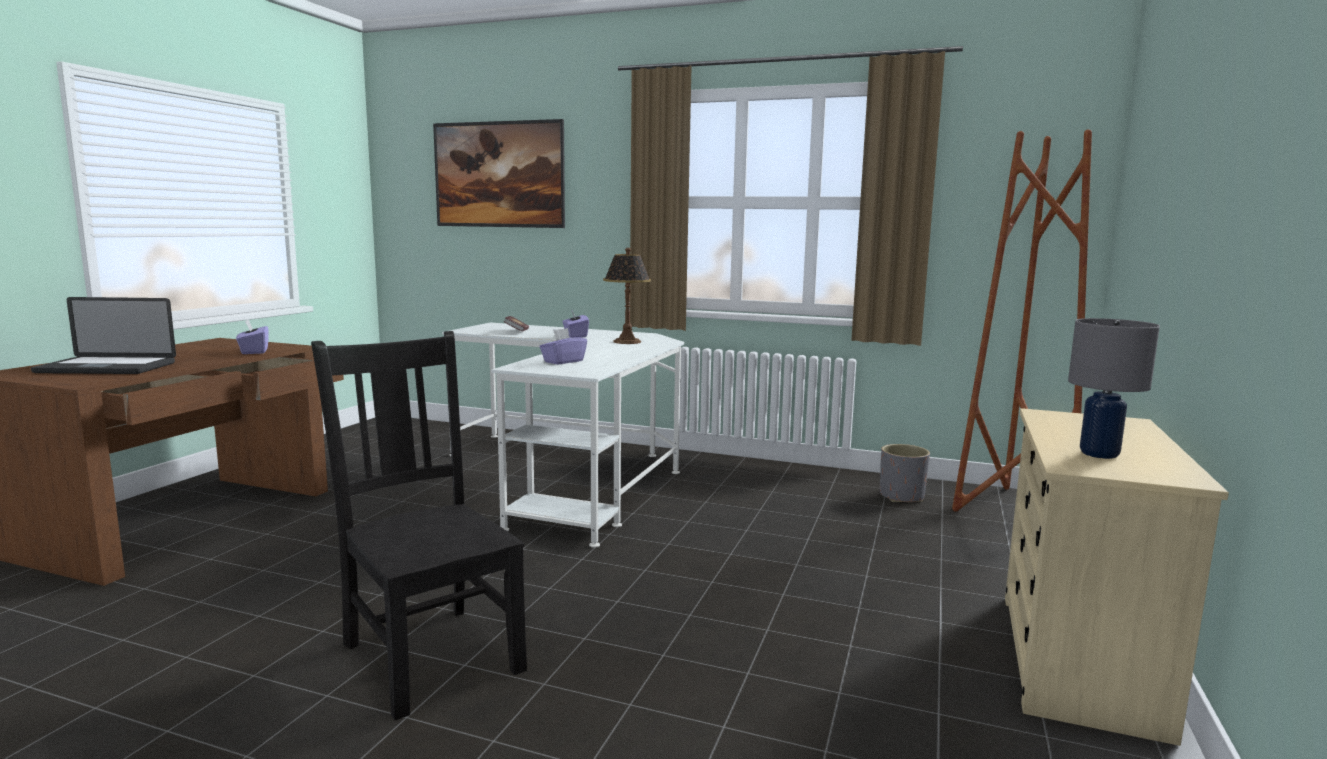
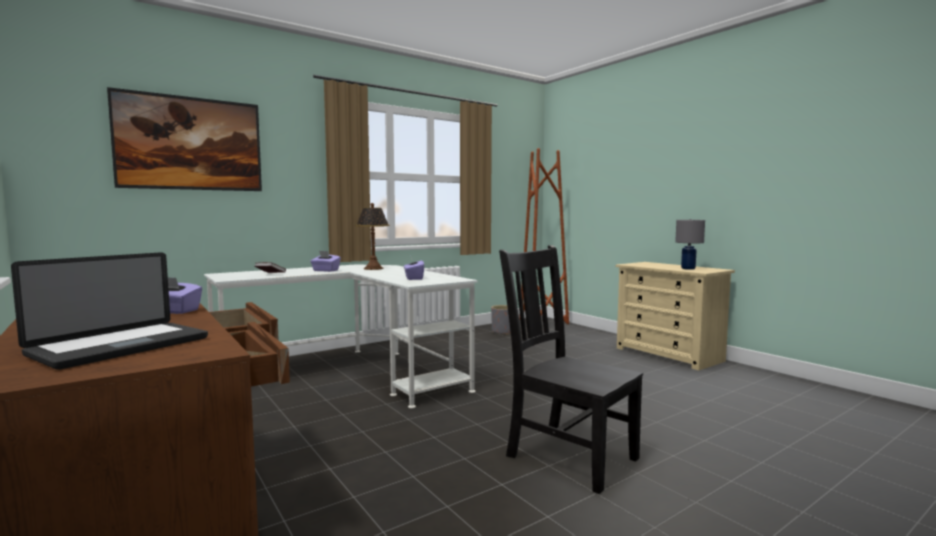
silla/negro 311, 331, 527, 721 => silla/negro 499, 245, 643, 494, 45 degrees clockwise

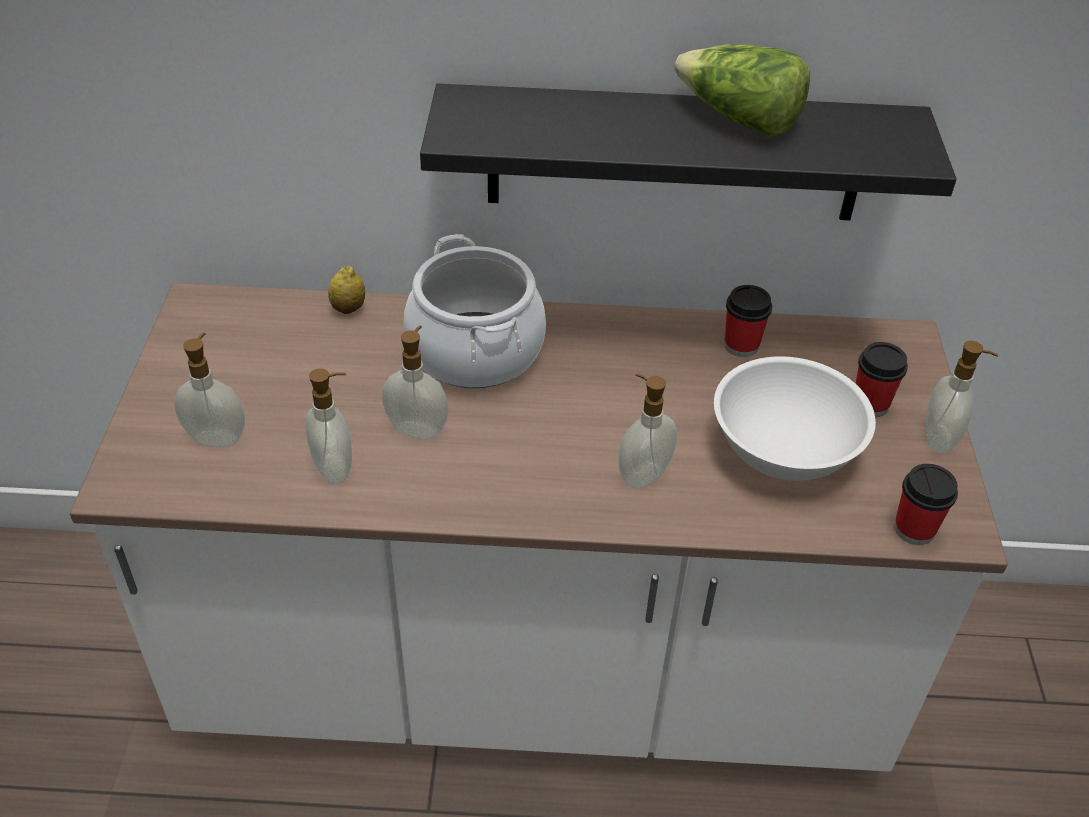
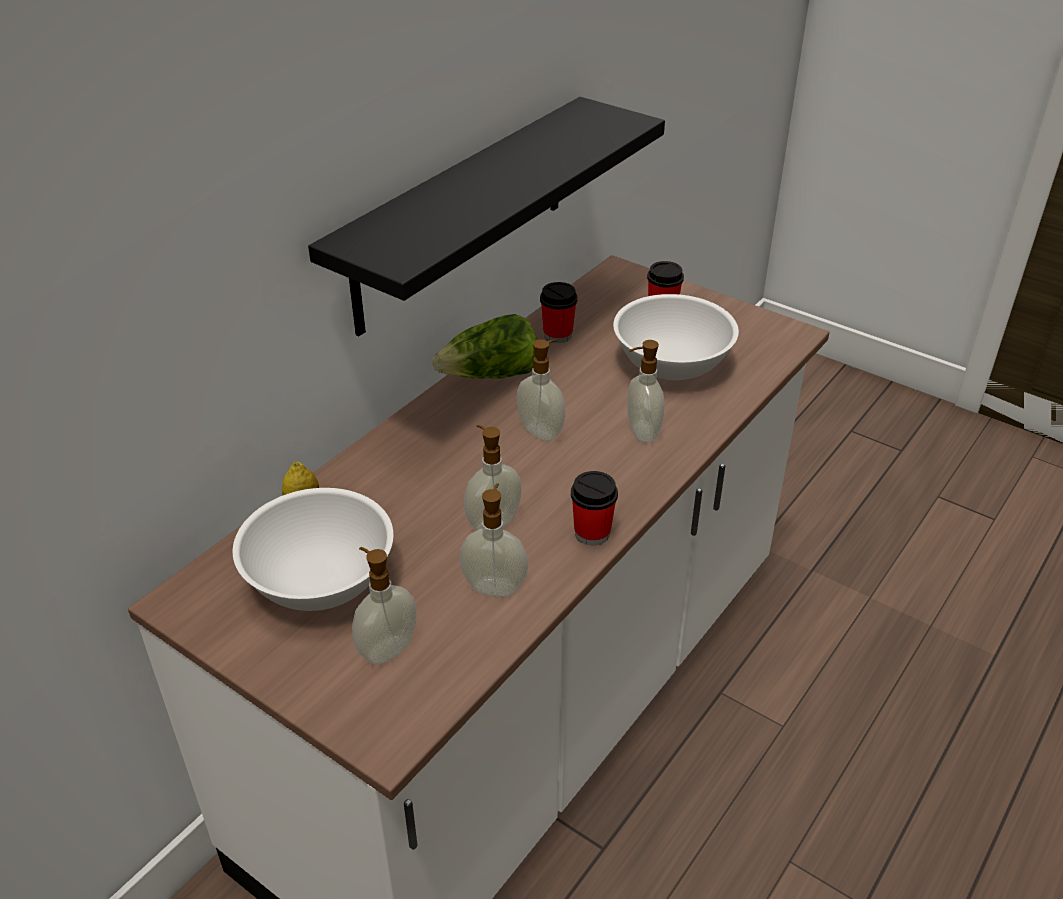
olla 404, 234, 546, 388 => nothing
nothing => cuenco/blanco 233, 488, 393, 611
lechuga 675, 44, 810, 137 => lechuga 433, 314, 537, 379, shifted
taza 894, 464, 958, 545 => taza 571, 471, 618, 545, shifted
dispensador de jabón 926, 341, 998, 453 => dispensador de jabón 517, 339, 565, 441, shifted

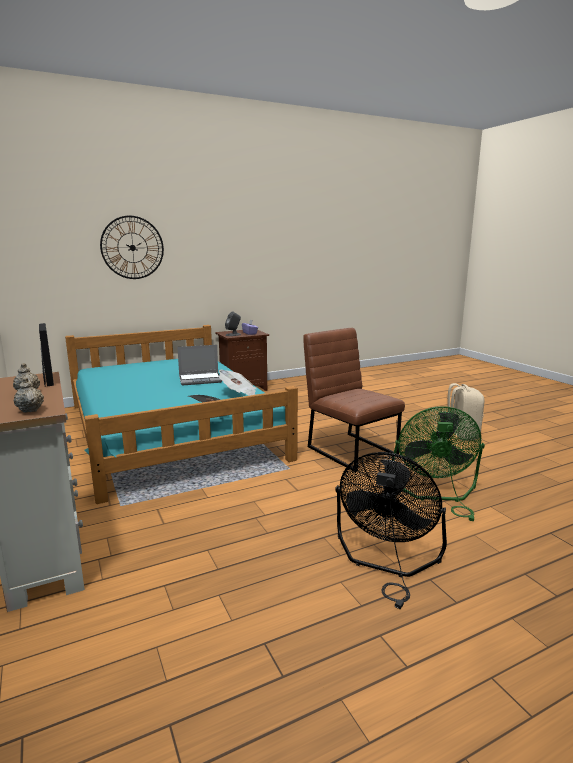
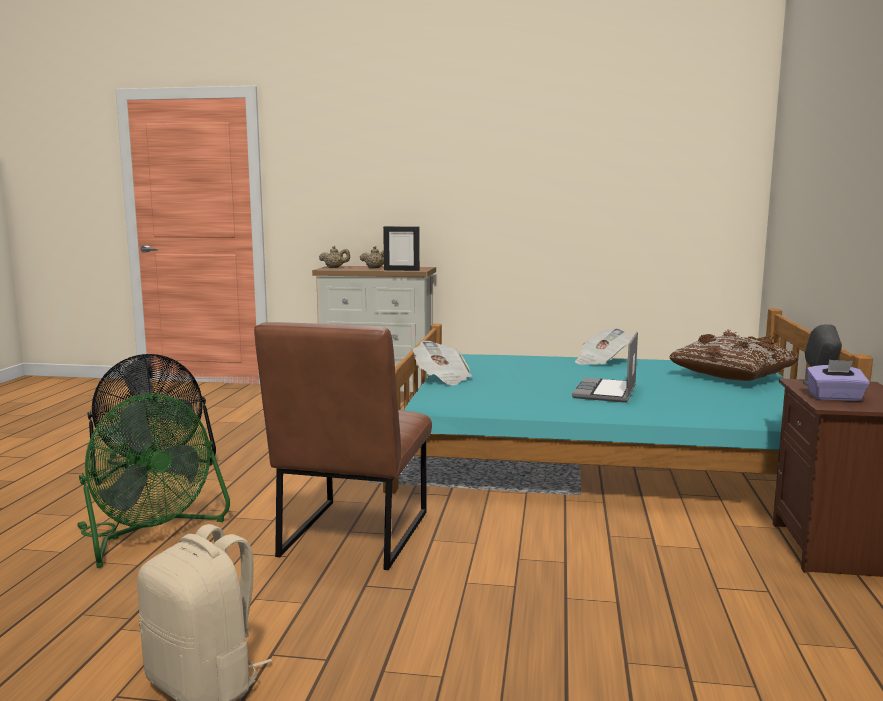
reloj de pared 100, 216, 164, 279 => nothing
nothing => cojín/marrón 670, 329, 798, 381
periódico 219, 370, 256, 396 => periódico 575, 328, 631, 365, shifted
silla/marrón 303, 328, 405, 472 => silla/marrón 254, 322, 432, 570, 105 degrees clockwise

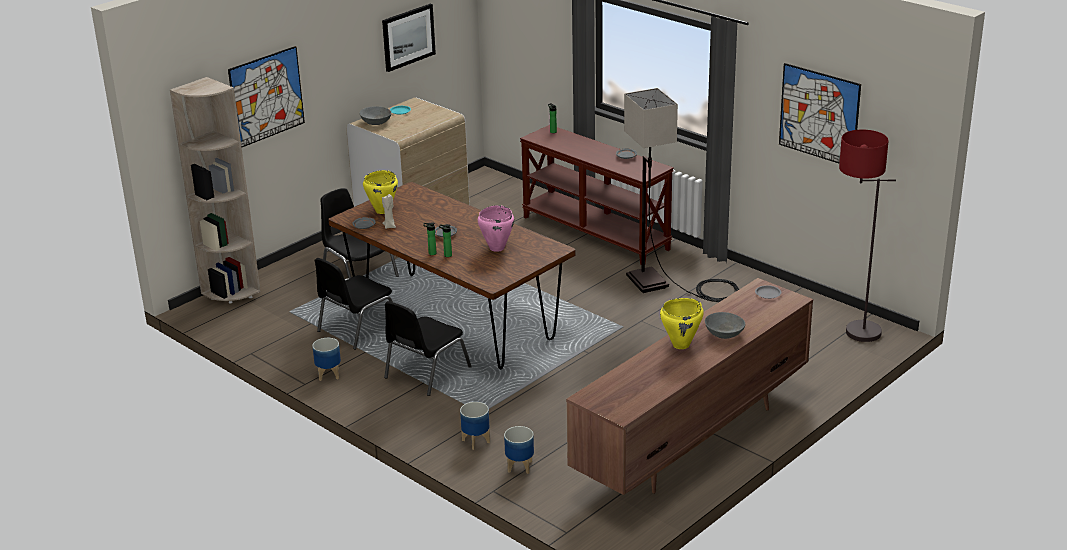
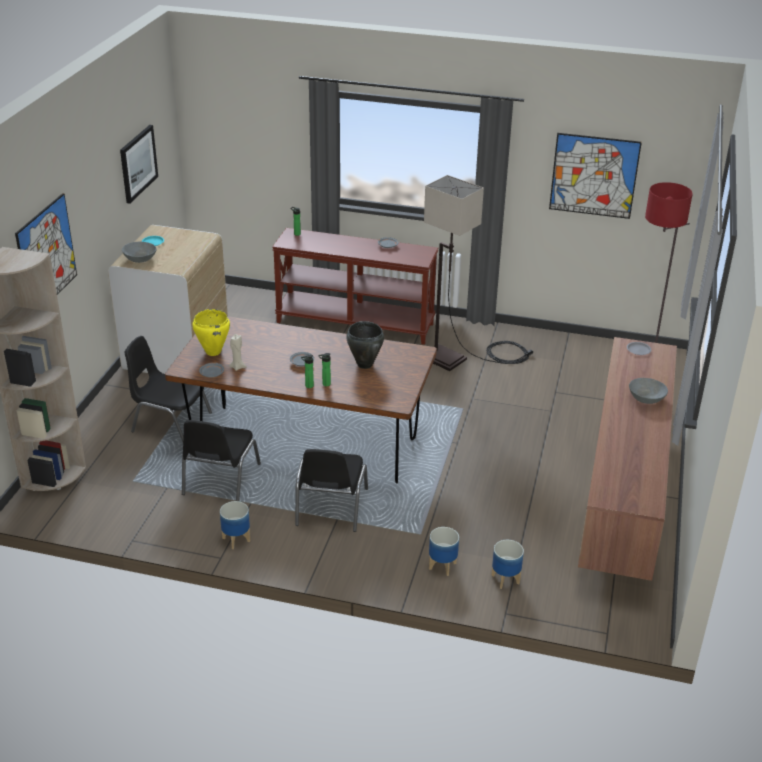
olla/amarillo 660, 298, 704, 349 => nothing
olla/rosa 478, 205, 514, 252 => olla/negro 346, 321, 384, 369

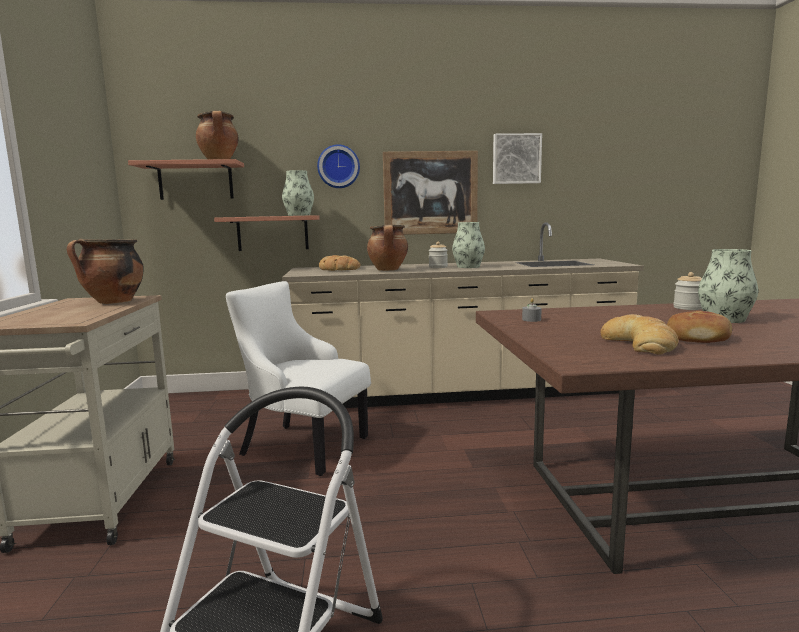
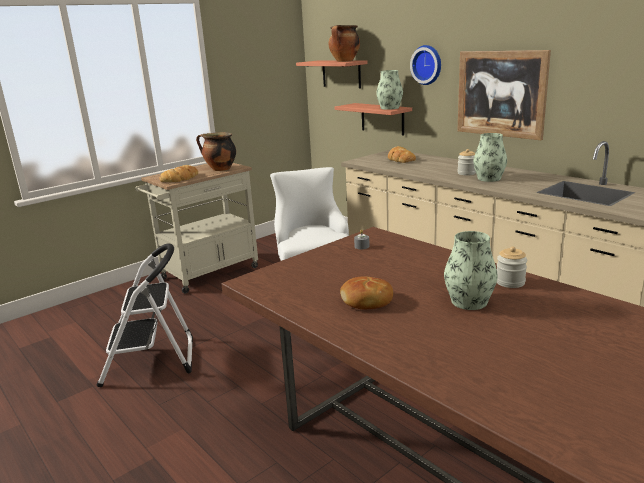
olla 367, 224, 408, 271 => nothing
cuadro 493, 133, 542, 184 => nothing
pan 600, 314, 679, 354 => pan 160, 165, 198, 182, shifted

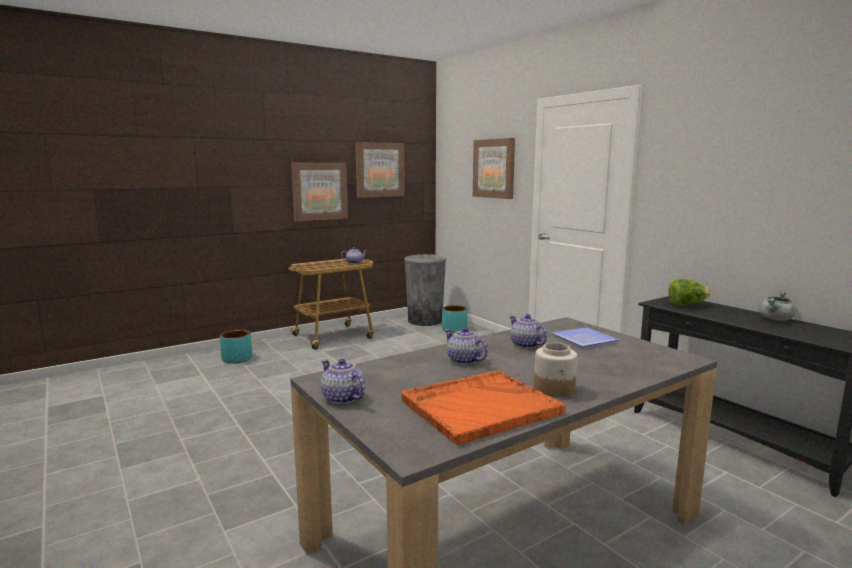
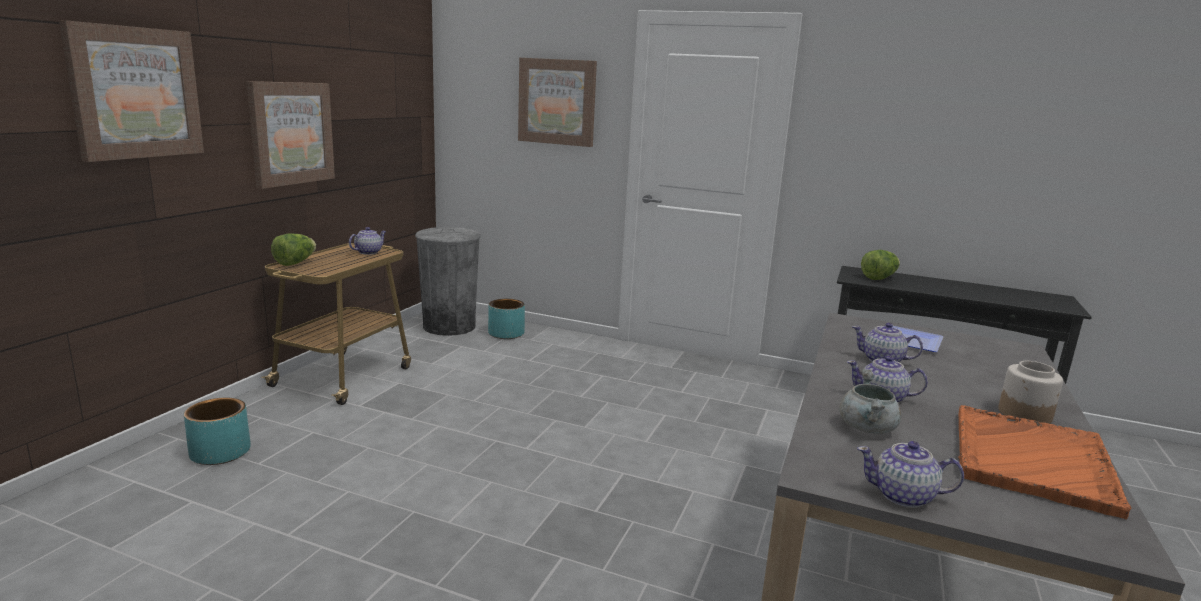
nothing => lechuga 271, 233, 316, 266
cuadro 355, 142, 405, 198 => cuadro 59, 20, 204, 162, shifted
olla/gris 759, 291, 795, 321 => olla/gris 839, 369, 901, 434, shifted

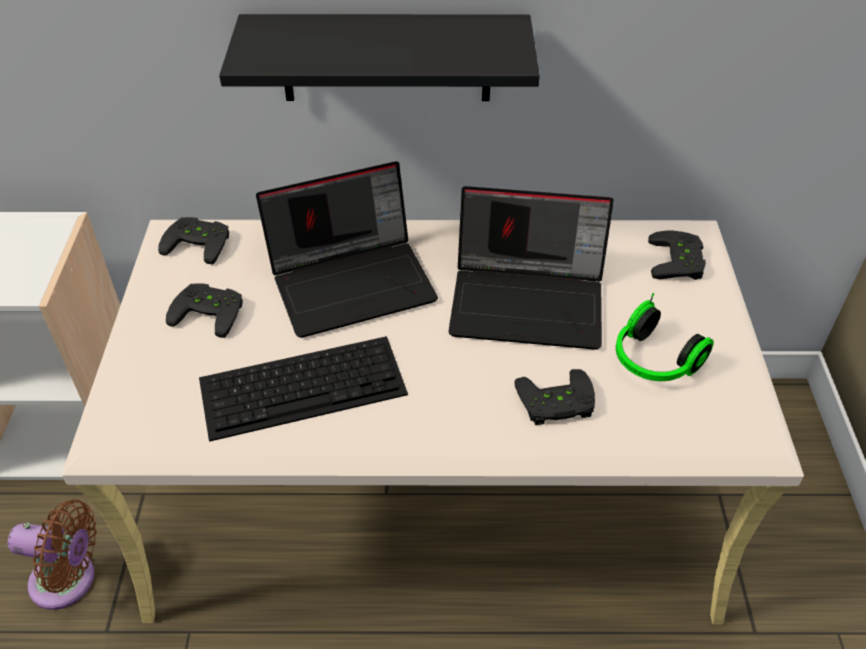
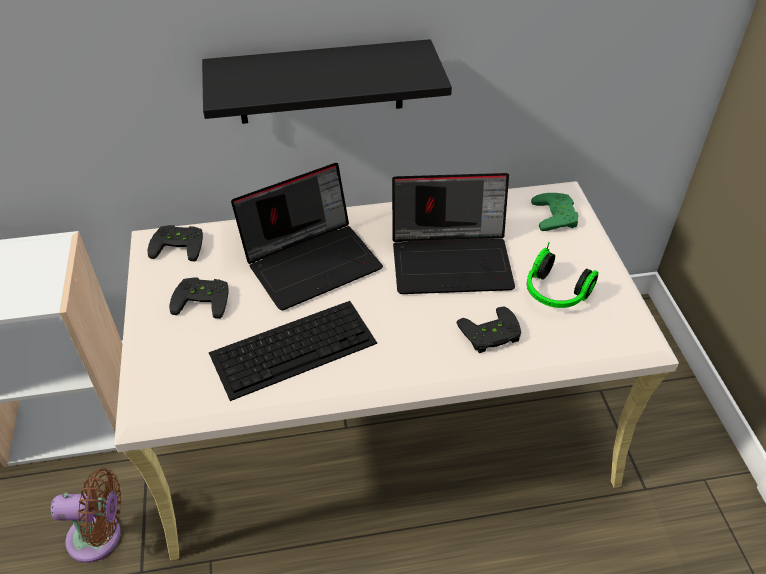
mando de consola/negro 648, 231, 706, 280 => mando de consola/verde 531, 193, 578, 231

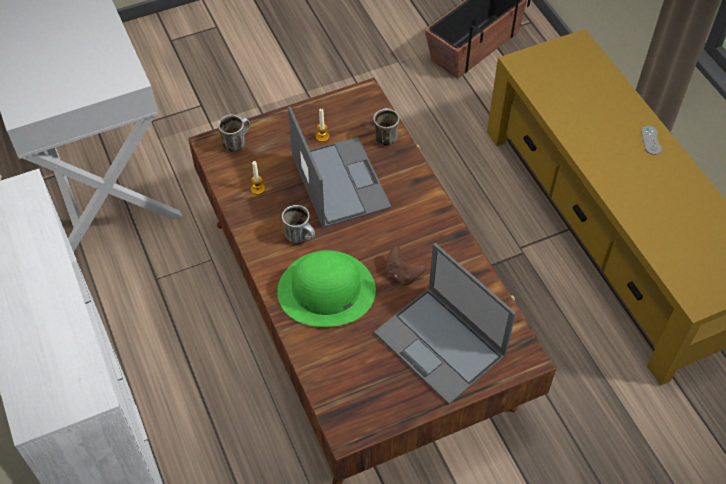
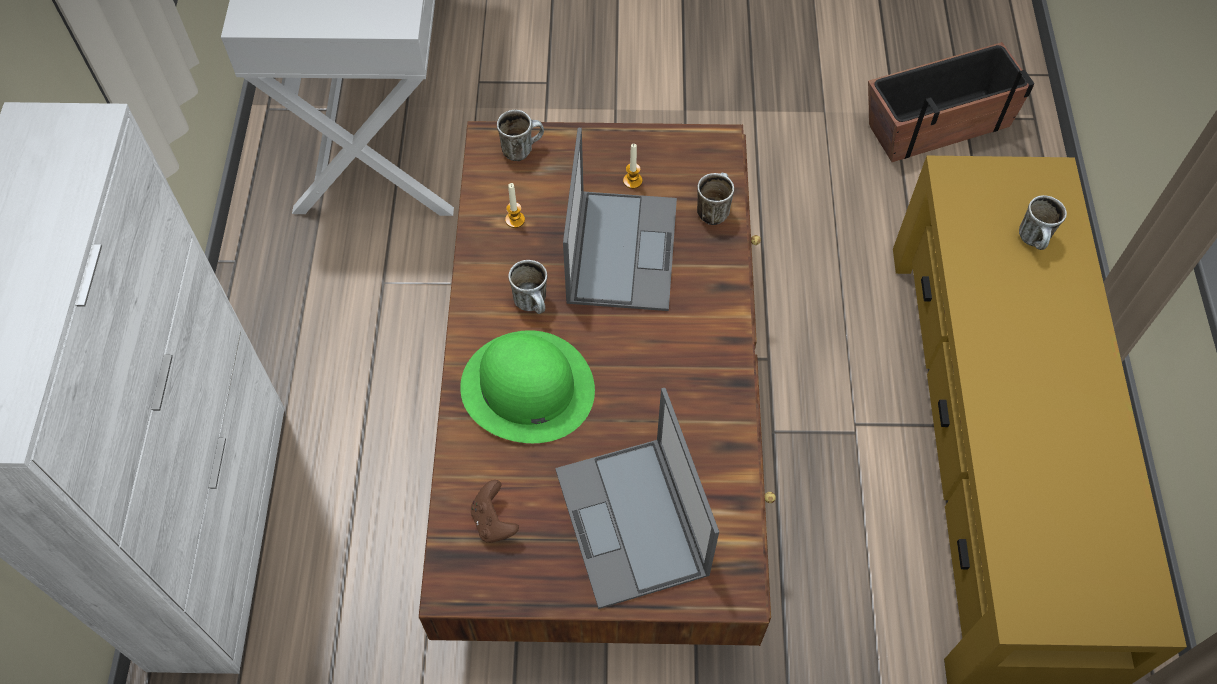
mando de consola/gris 641, 126, 662, 155 => nothing
nothing => taza grande 1019, 195, 1067, 250
mando de consola/marrón 385, 246, 426, 285 => mando de consola/marrón 471, 480, 519, 543, shifted

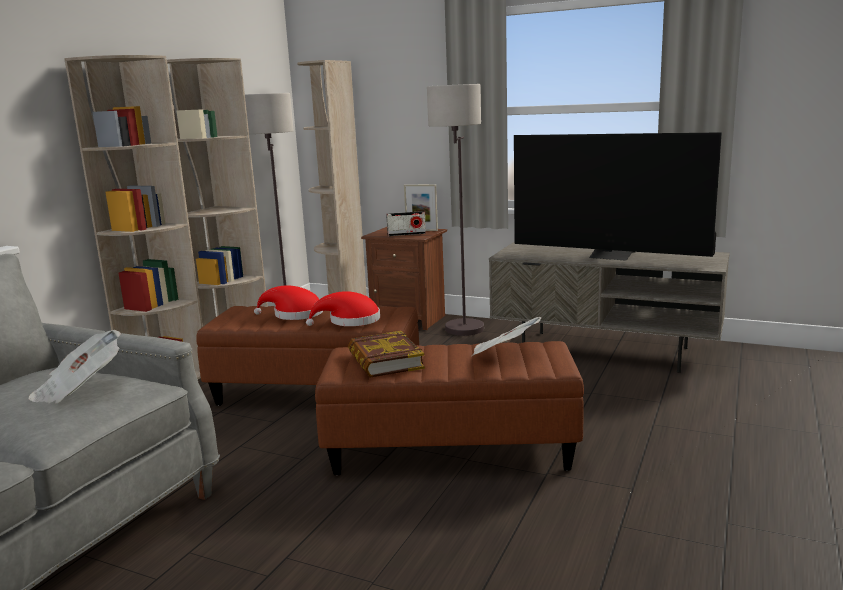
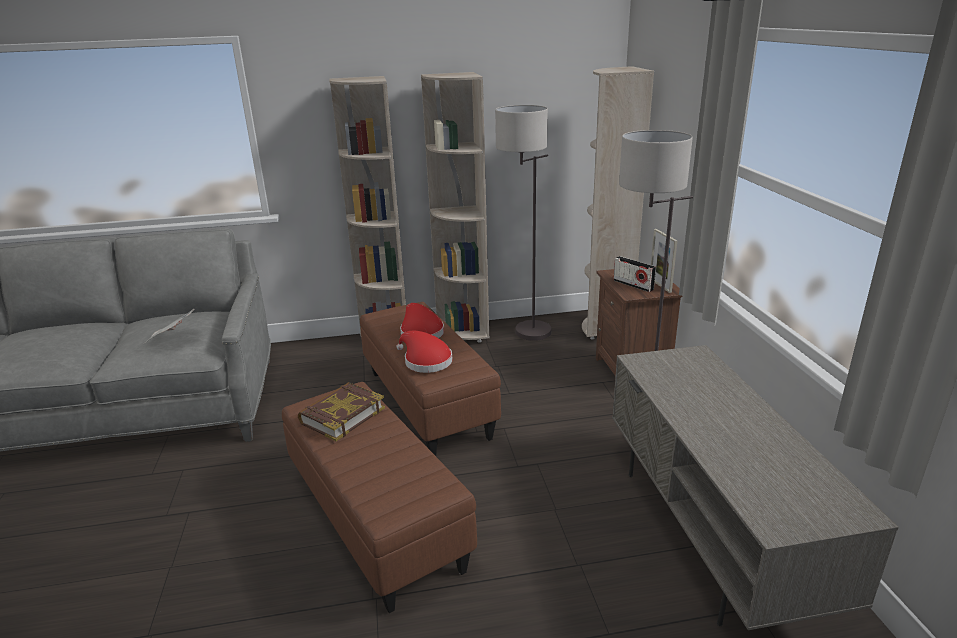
periódico 472, 317, 541, 356 => nothing
televisor 514, 132, 722, 261 => nothing

